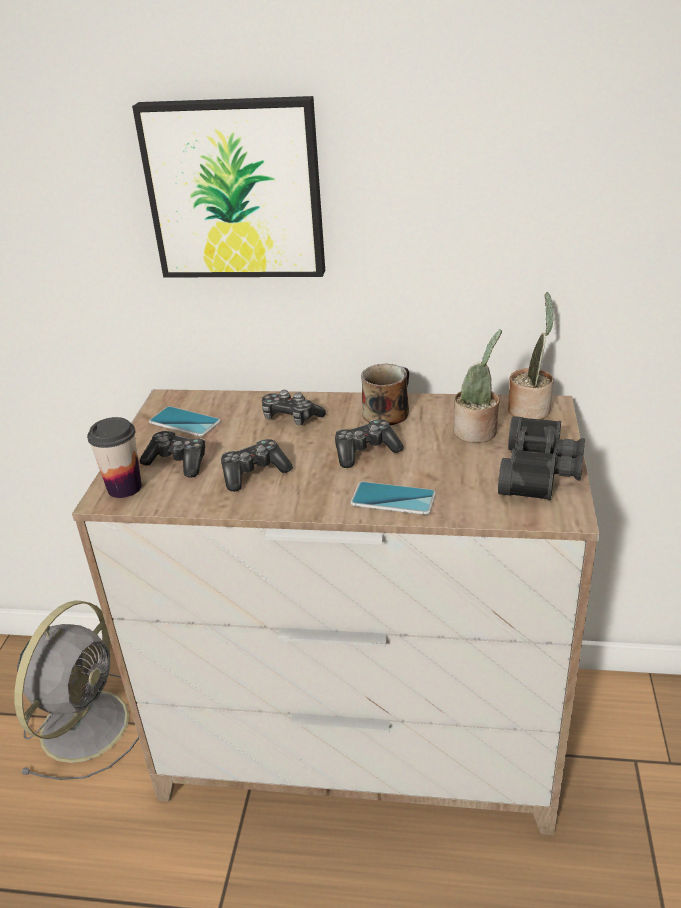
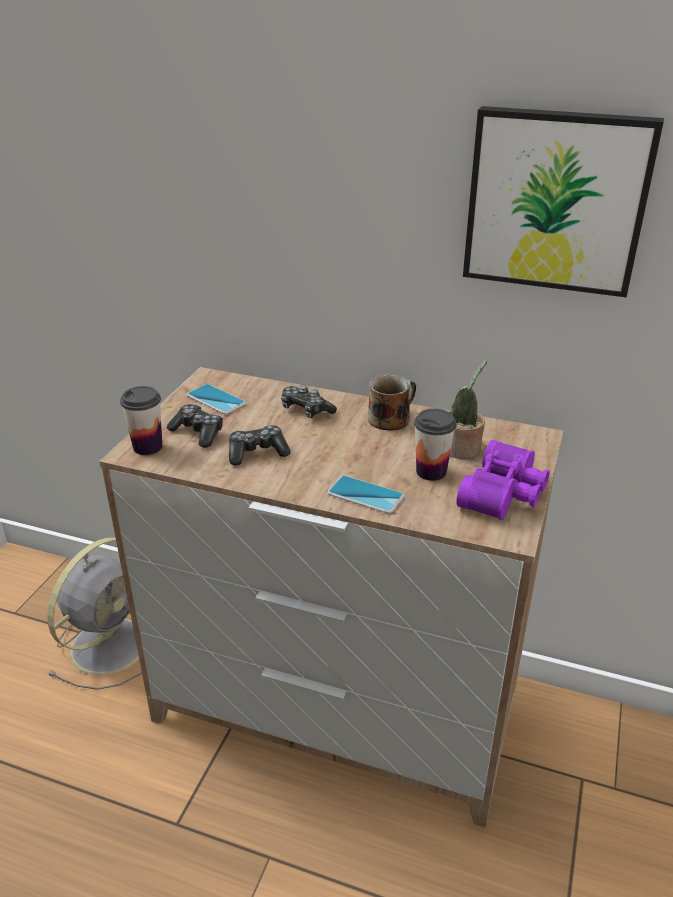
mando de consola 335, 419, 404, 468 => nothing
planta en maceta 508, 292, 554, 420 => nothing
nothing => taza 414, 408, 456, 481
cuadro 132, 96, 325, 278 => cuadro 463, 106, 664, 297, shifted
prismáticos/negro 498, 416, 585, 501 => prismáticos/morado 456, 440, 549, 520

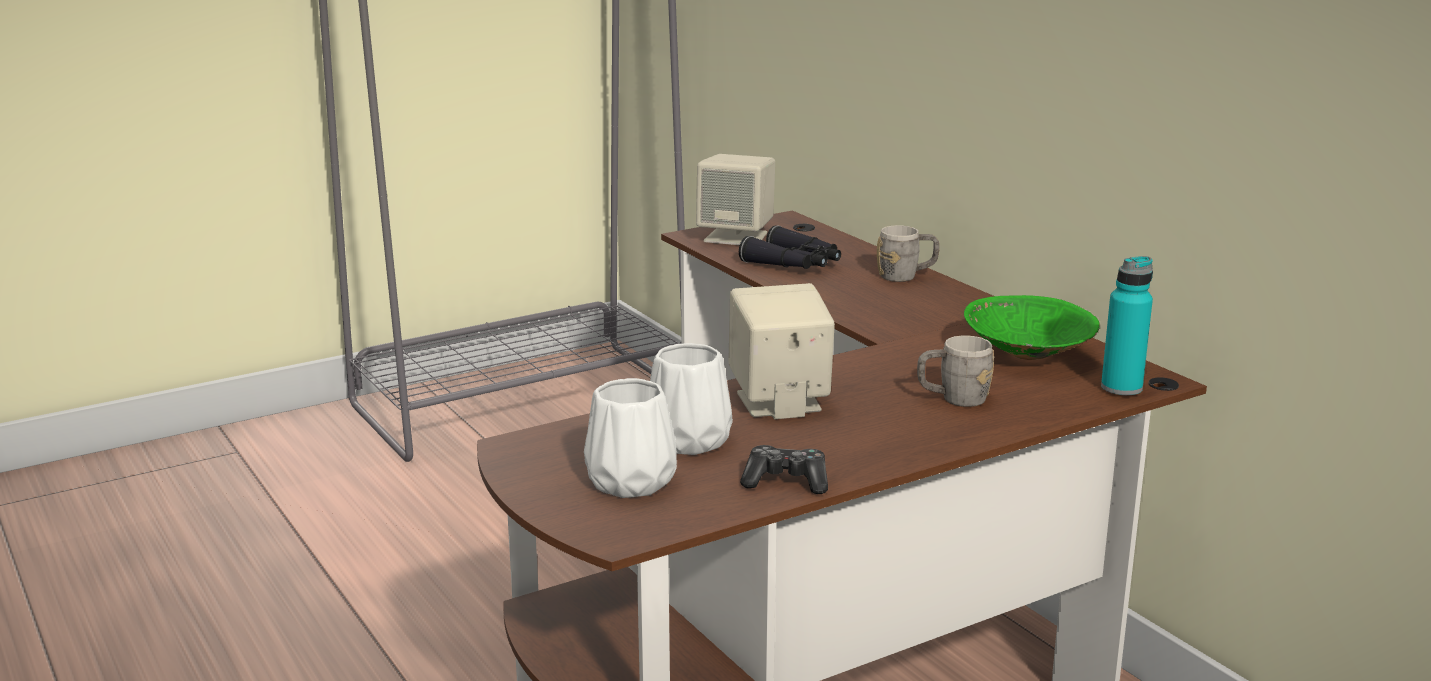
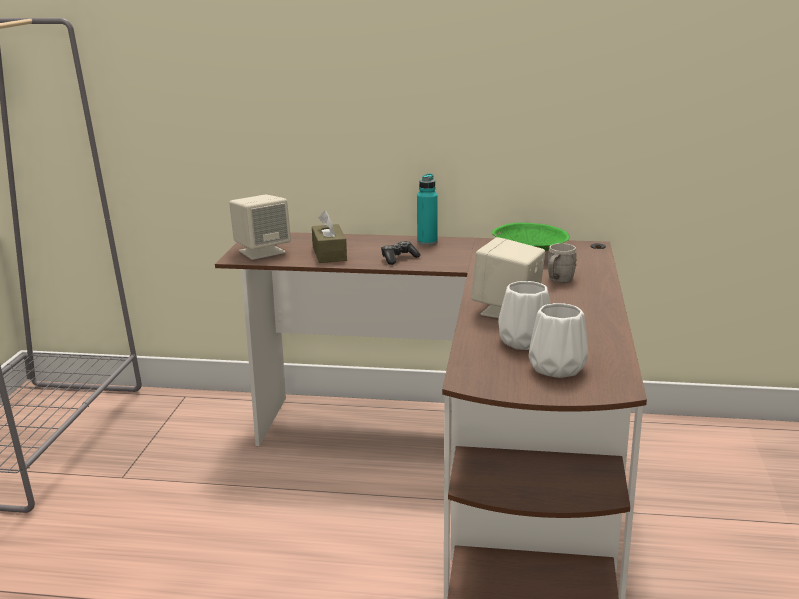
taza grande/gris 877, 225, 940, 282 => nothing
mando de consola 740, 445, 828, 494 => mando de consola 381, 241, 420, 265, shifted
botella/turquesa 1101, 256, 1153, 395 => botella/turquesa 417, 173, 438, 245, shifted
prismáticos/negro 739, 226, 841, 269 => caja de pañuelos/marrón 312, 211, 347, 263

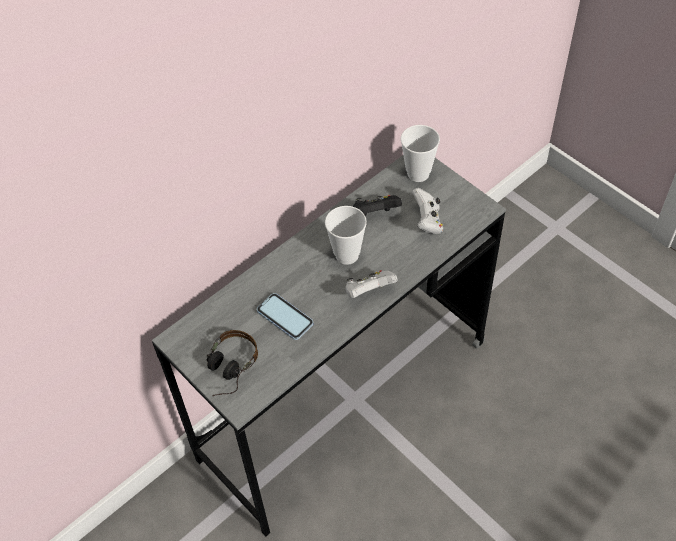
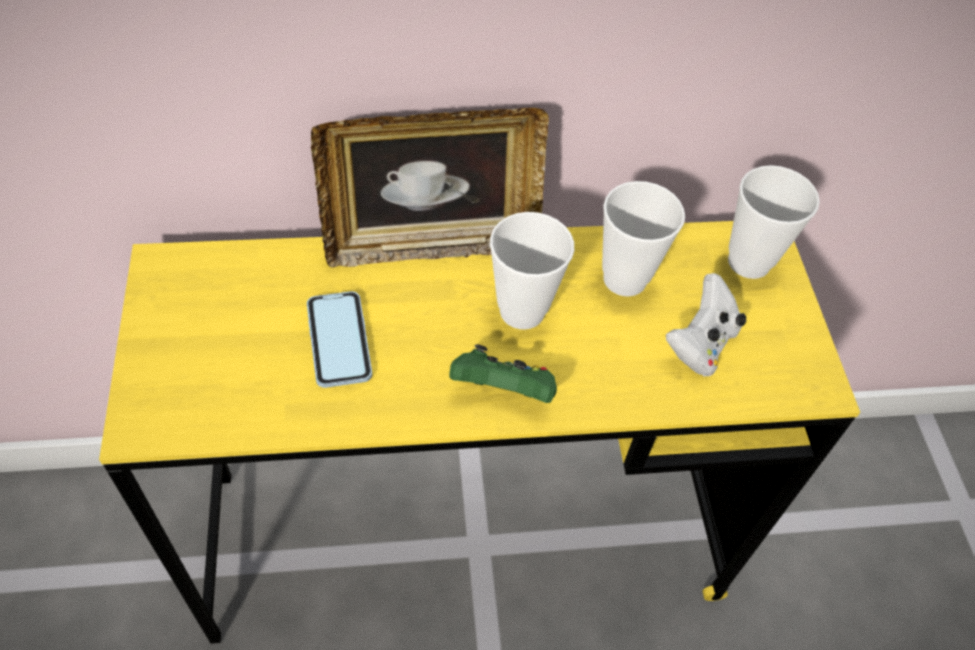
auriculares 207, 330, 258, 396 => nothing
nothing => portarretratos 311, 108, 549, 267
mando de consola/negro 353, 195, 402, 216 => taza 602, 181, 685, 297
escritorio/gris 152, 155, 506, 536 => escritorio/amarillo 99, 221, 860, 643
mando de consola/blanco 345, 270, 398, 298 => mando de consola/verde 450, 344, 557, 403

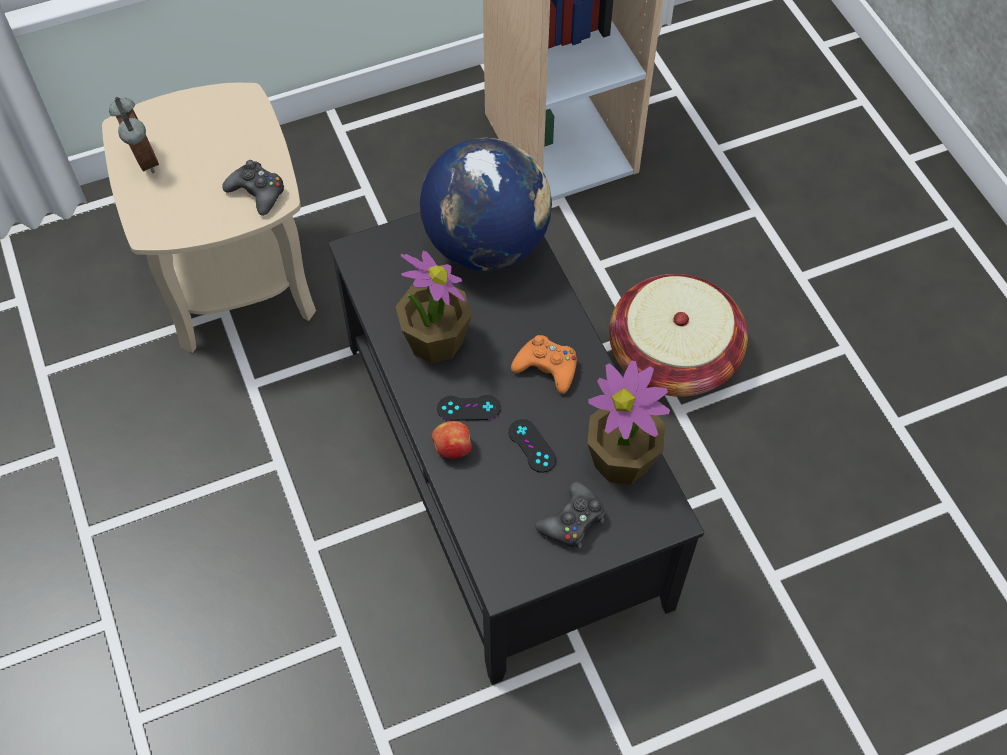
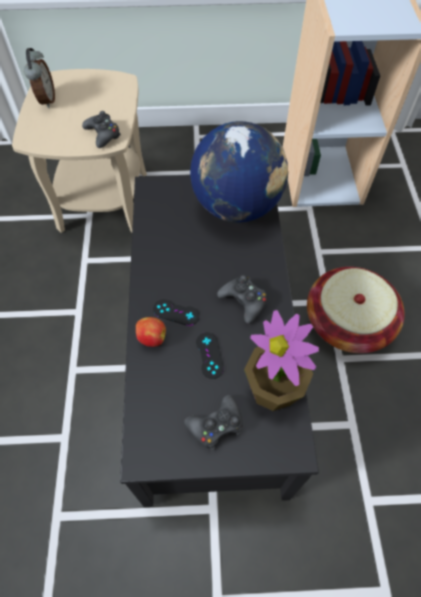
planta en maceta 396, 251, 472, 363 => nothing
mando de consola/naranja 511, 335, 577, 394 => mando de consola/negro 217, 275, 268, 324

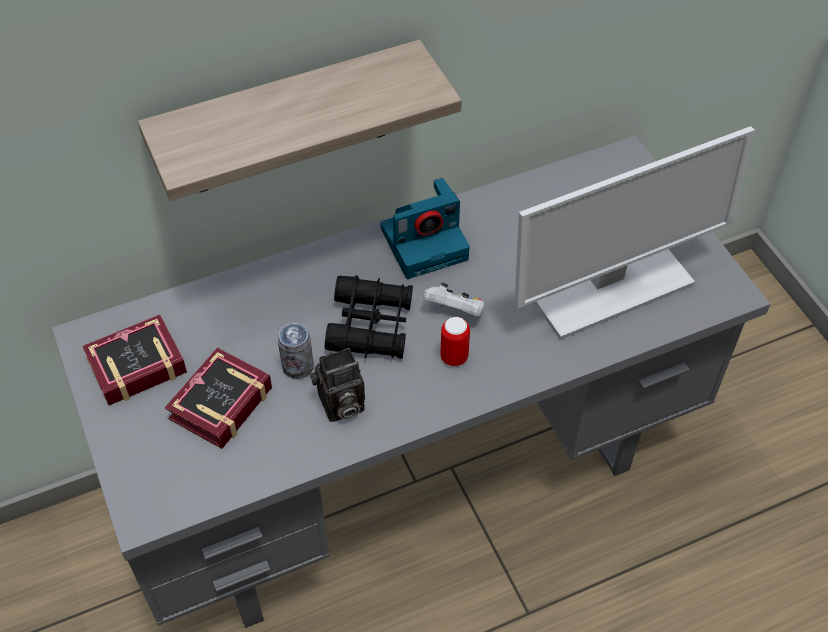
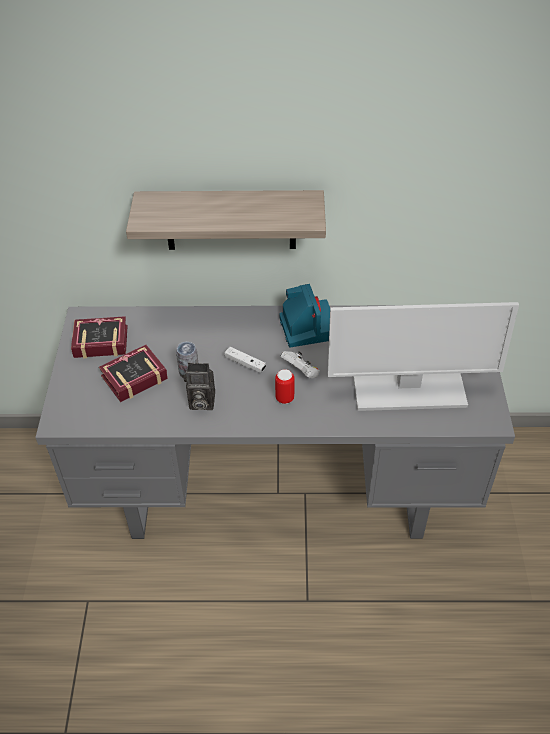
prismáticos/negro 325, 275, 413, 359 => mando de consola/blanco 225, 347, 266, 373
cámara 380, 178, 470, 279 => cámara 279, 284, 330, 347, 105 degrees counterclockwise

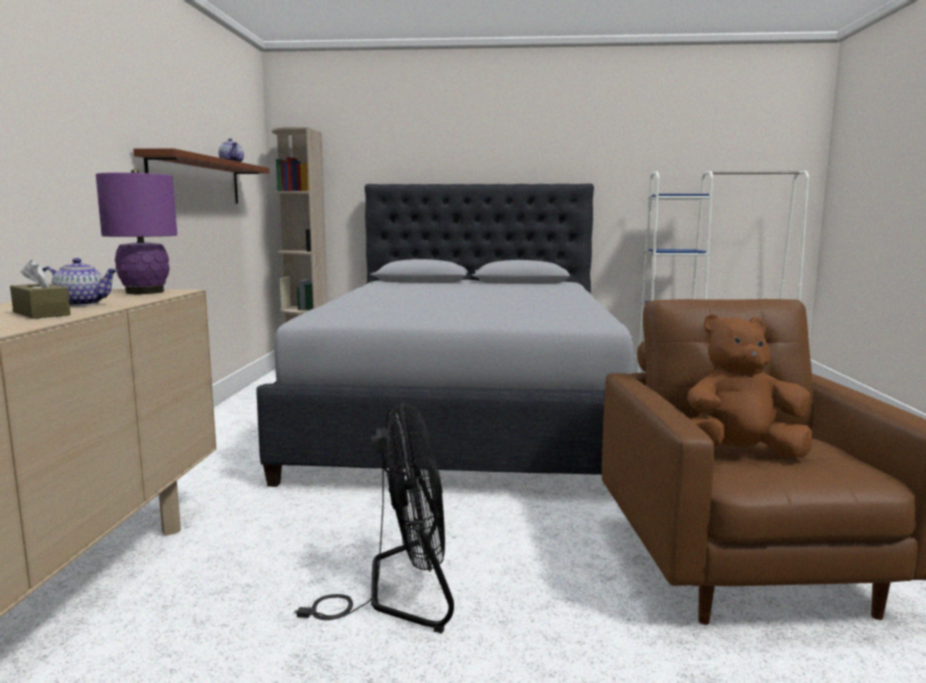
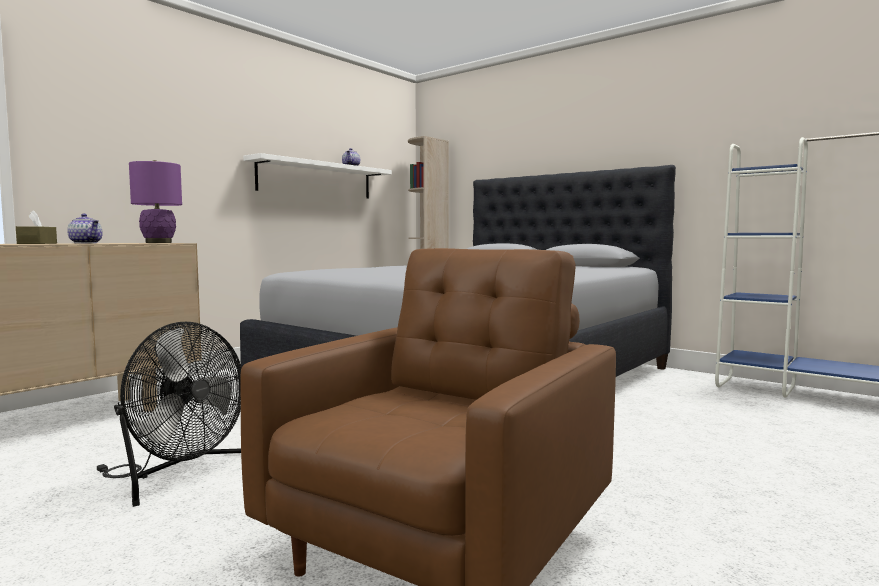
peluche/marrón 687, 314, 813, 458 => nothing
estante/marrón 133, 148, 270, 204 => estante/blanco 243, 153, 392, 199

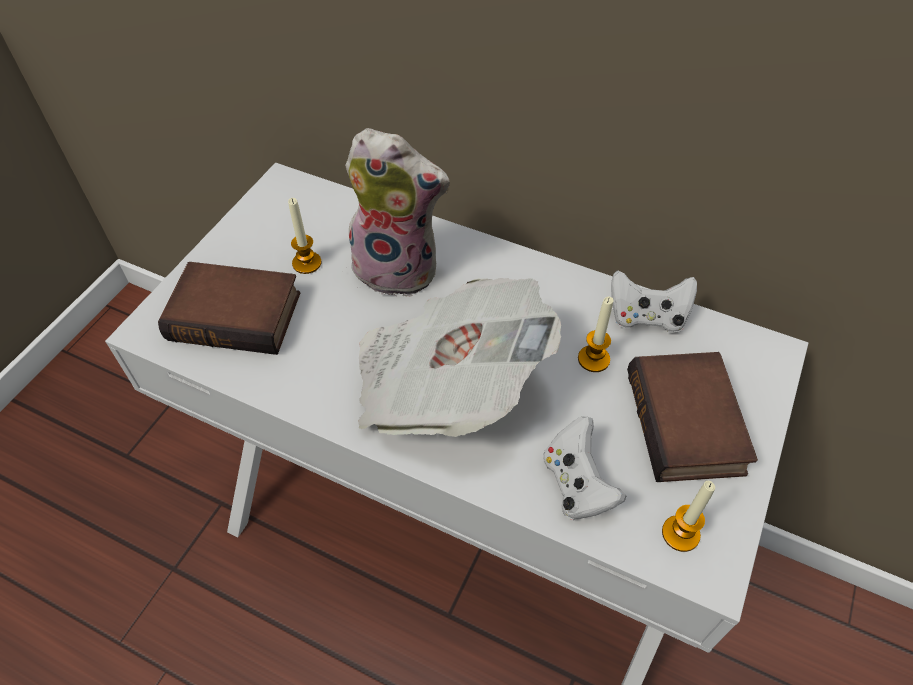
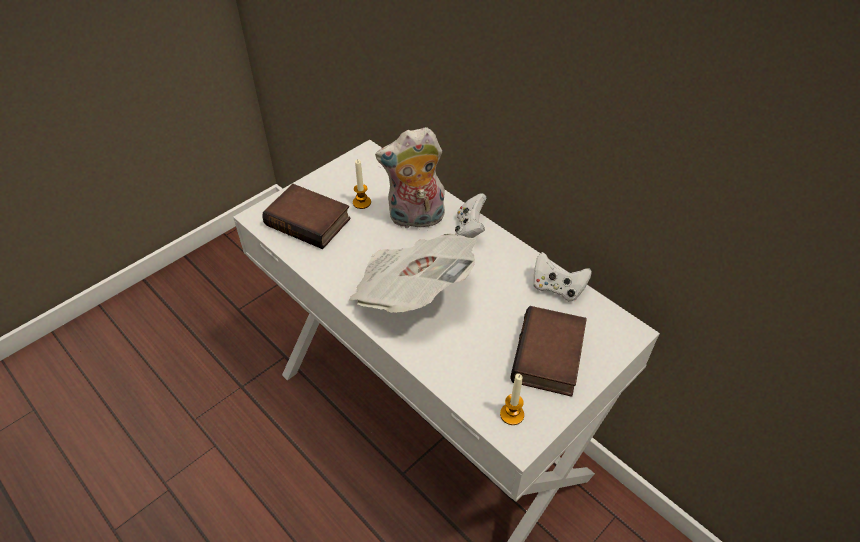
vela 578, 297, 614, 372 => nothing
mando de consola/blanco 543, 416, 626, 520 => mando de consola/blanco 455, 193, 486, 238, shifted
peluche 345, 128, 450, 297 => peluche 375, 127, 445, 228, 135 degrees clockwise

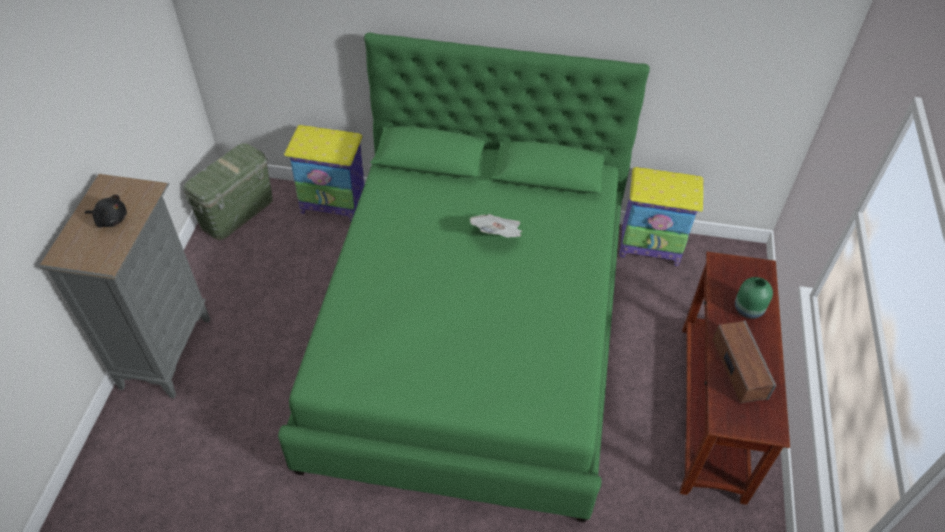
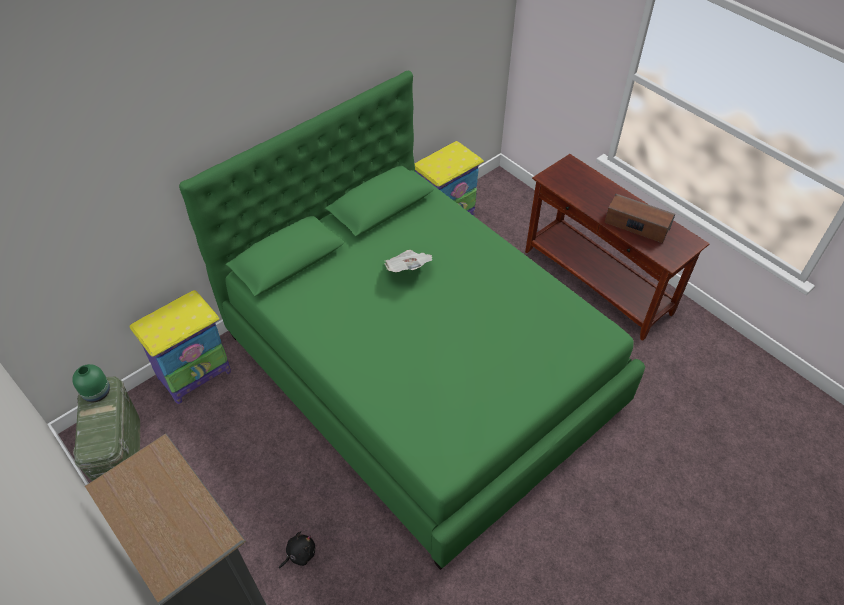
peluche/negro 85, 195, 127, 228 => peluche/negro 279, 531, 315, 569, shifted
florero/verde 735, 277, 773, 319 => florero/verde 72, 364, 110, 402, shifted

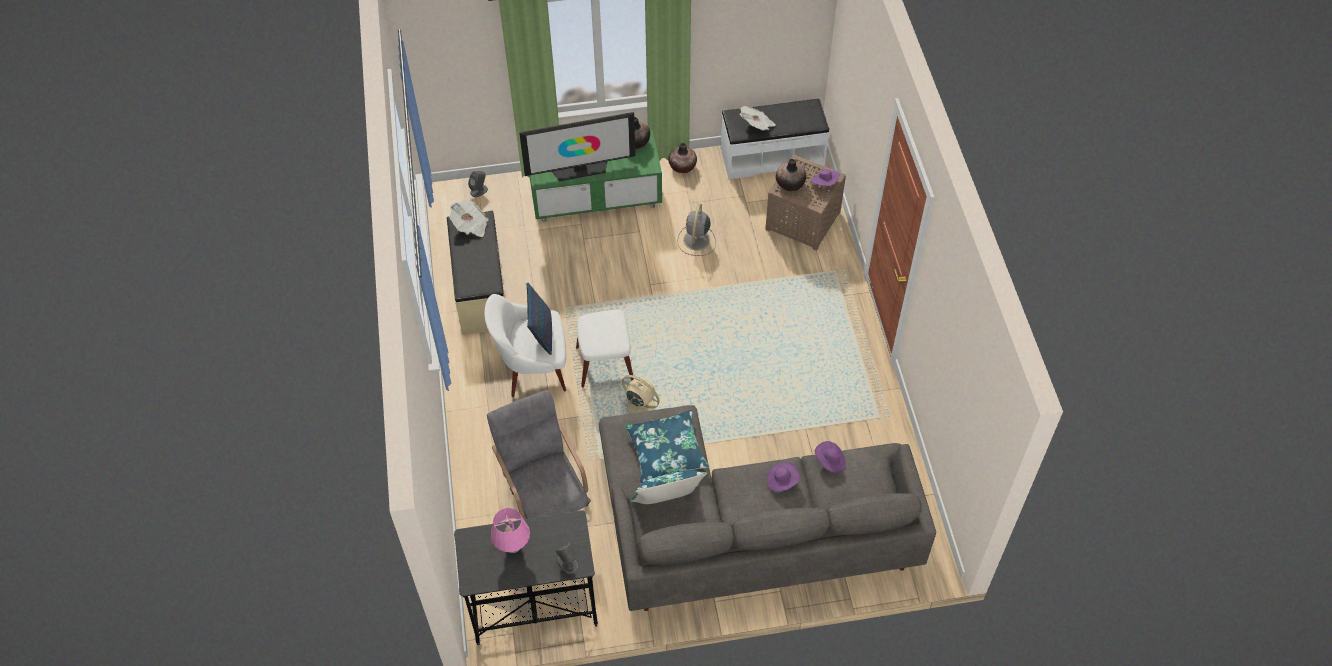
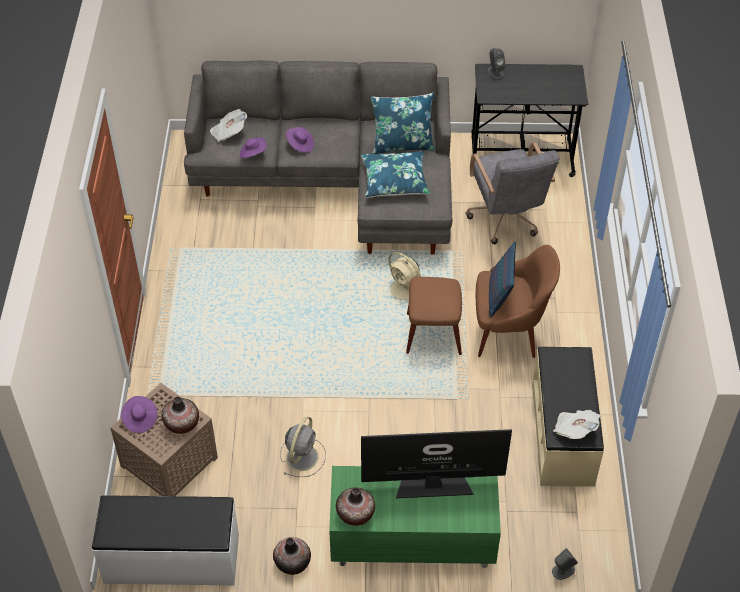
lámpara de mesa/rosa 491, 508, 530, 553 => nothing
periódico 740, 106, 776, 131 => periódico 210, 109, 247, 142, shifted
sillón/blanco 484, 294, 634, 397 => sillón/marrón 406, 245, 560, 358

